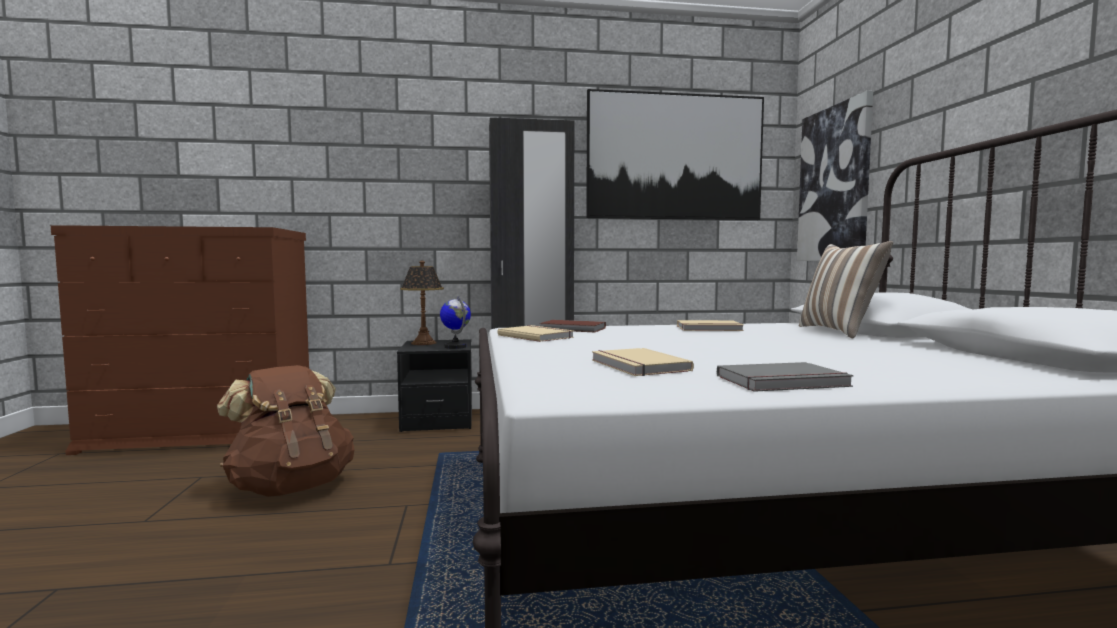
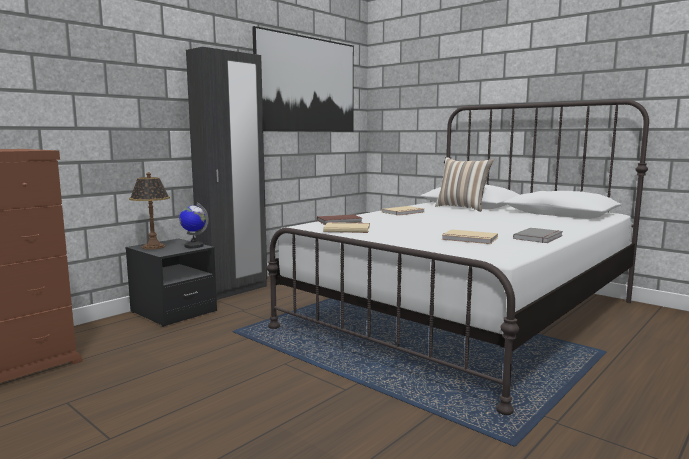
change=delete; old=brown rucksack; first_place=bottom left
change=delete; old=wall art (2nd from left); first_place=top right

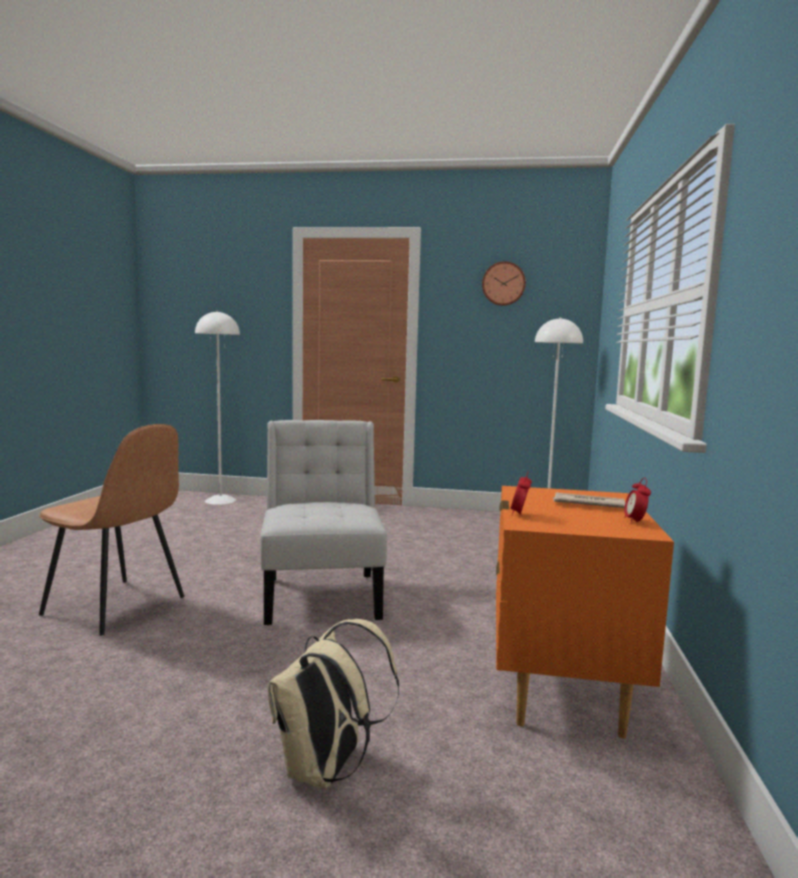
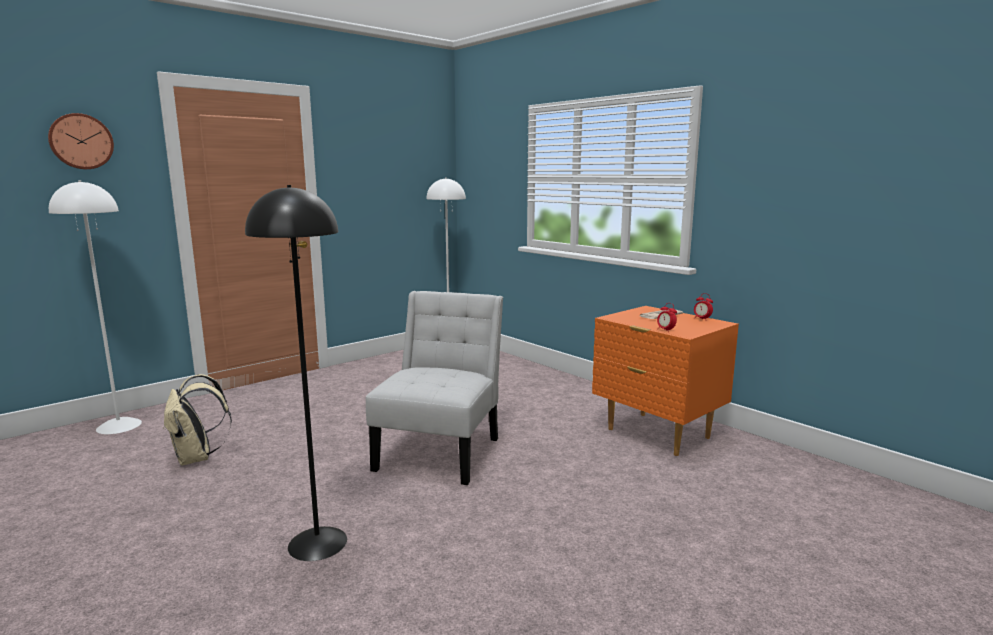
change=replace; old=brown plain chair; new=black-coloured standing lamp; first_place=middle left; second_place=middle left
change=rotate; old=white-coloured plain chair; first_place=centre; second_place=centre; degrees=75
change=move; old=beige-coloured rucksack; first_place=bottom centre; second_place=middle left
change=move; old=hanging clock; first_place=top centre; second_place=top left

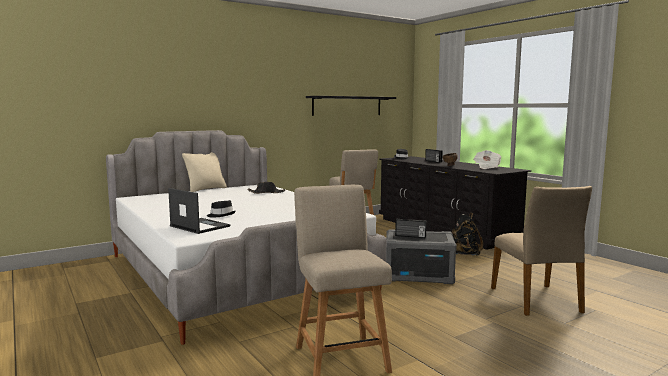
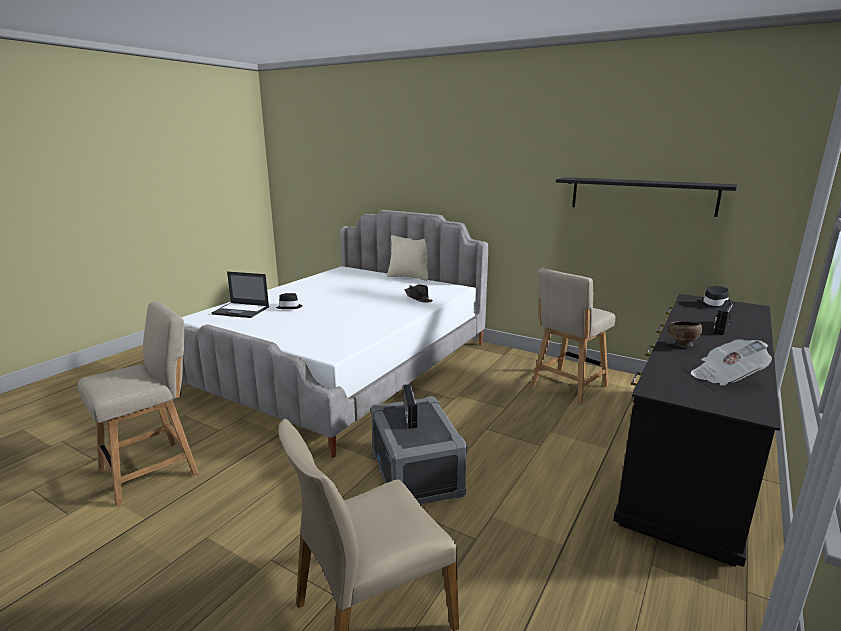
change=rotate; old=portable computer; first_place=middle left; second_place=middle left; degrees=90
change=delete; old=black-coloured rucksack; first_place=middle right

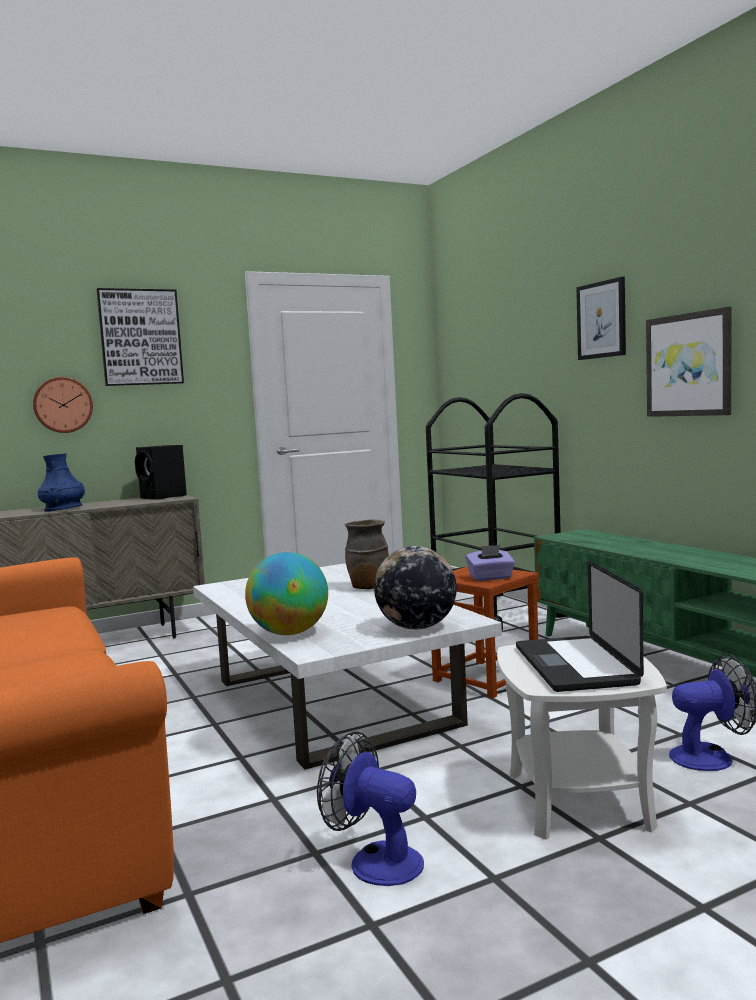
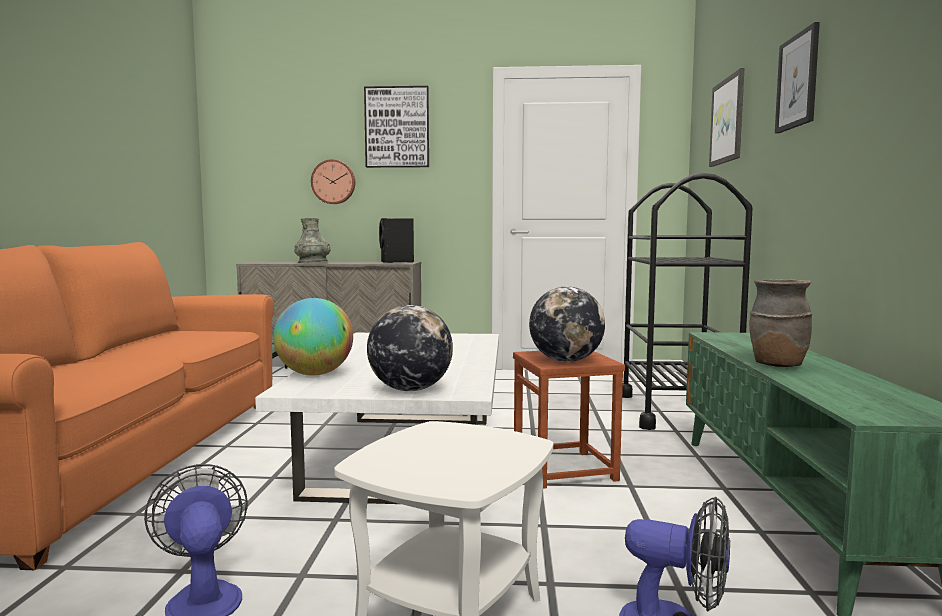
change=recolor; old=blue flower vase; new=greyish flower vase; first_place=middle left; second_place=middle left
change=move; old=brown flower vase; first_place=centre; second_place=middle right
change=replace; old=purple tissue holder; new=desk globe (3rd from left); first_place=centre; second_place=centre
change=delete; old=portable computer; first_place=middle right
change=move; old=wall art (3rd from left in the first image); new=wall art (2nd from left); first_place=middle right; second_place=top right

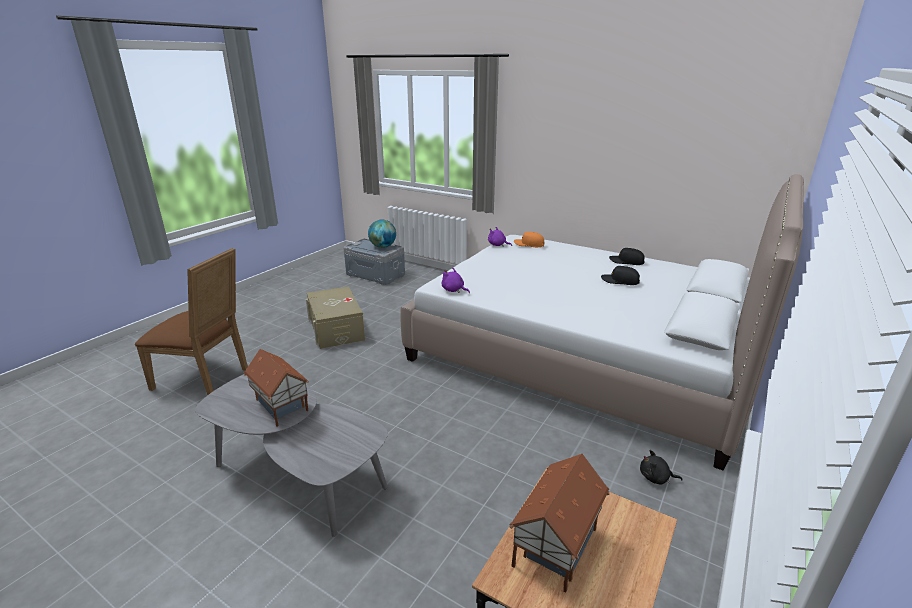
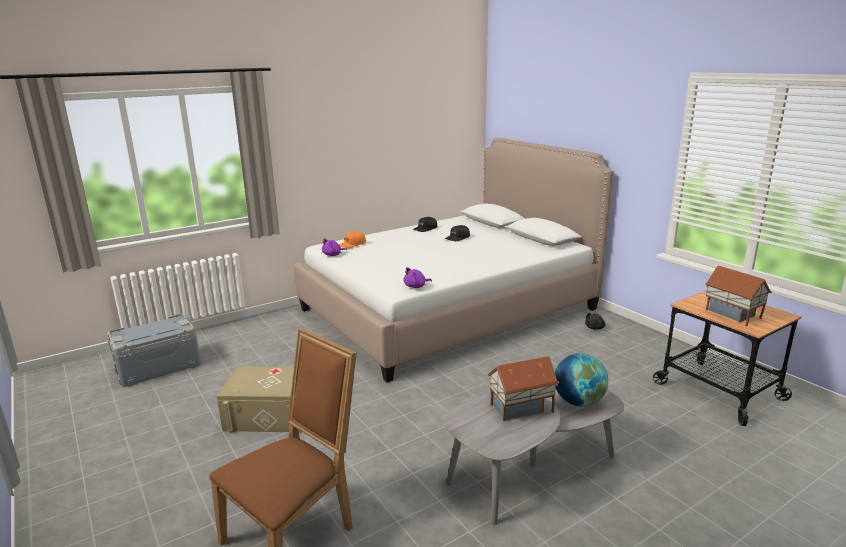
change=move; old=desk globe; first_place=centre; second_place=bottom right

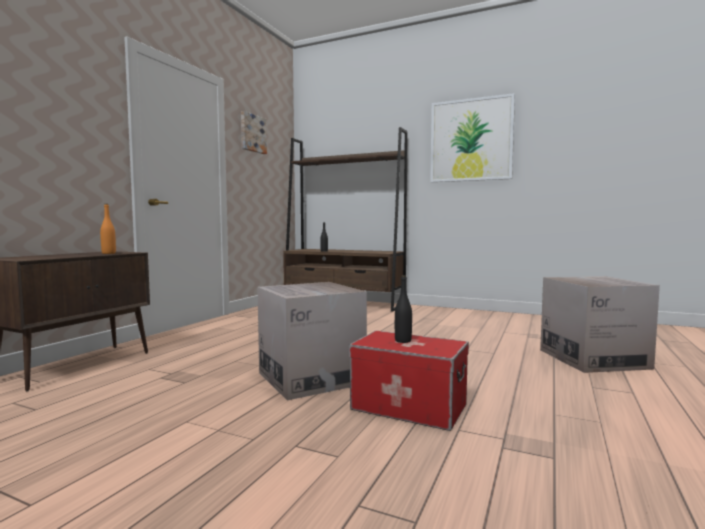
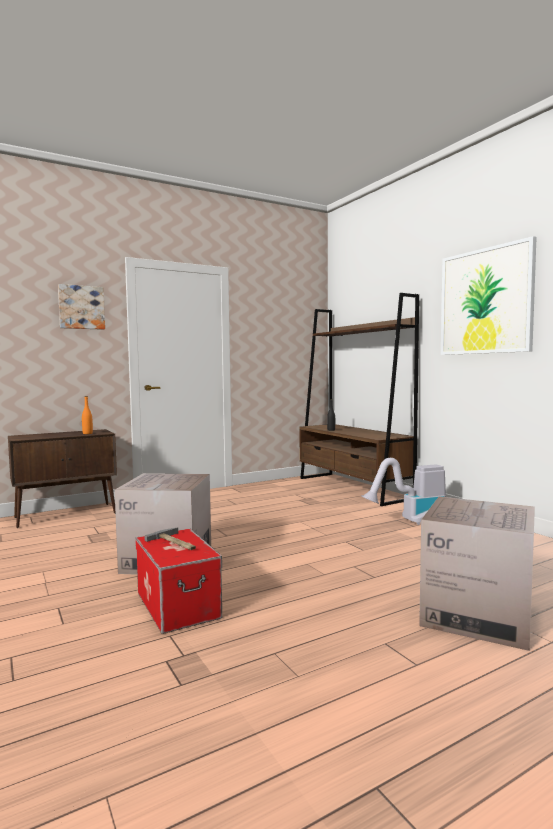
change=move; old=wall art (1st from left); first_place=top centre; second_place=middle left
change=replace; old=black-coloured beverage bottle (2nd from left); new=tool hammer; first_place=centre; second_place=middle left
change=insert; new=vacuum cleaner; second_place=middle right

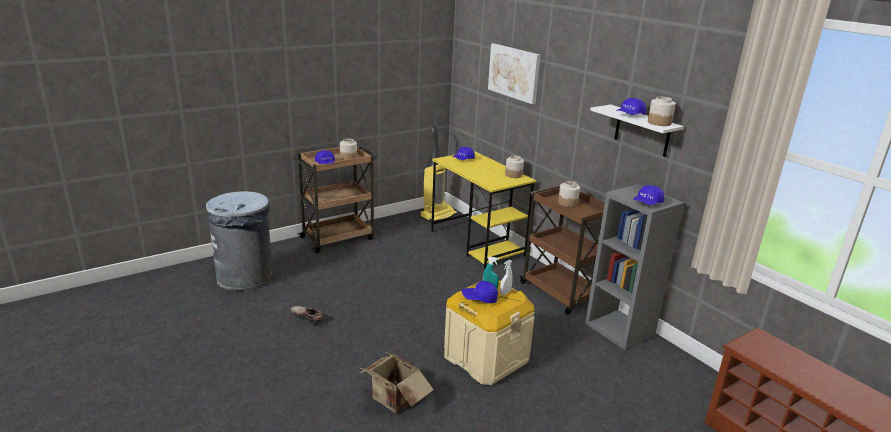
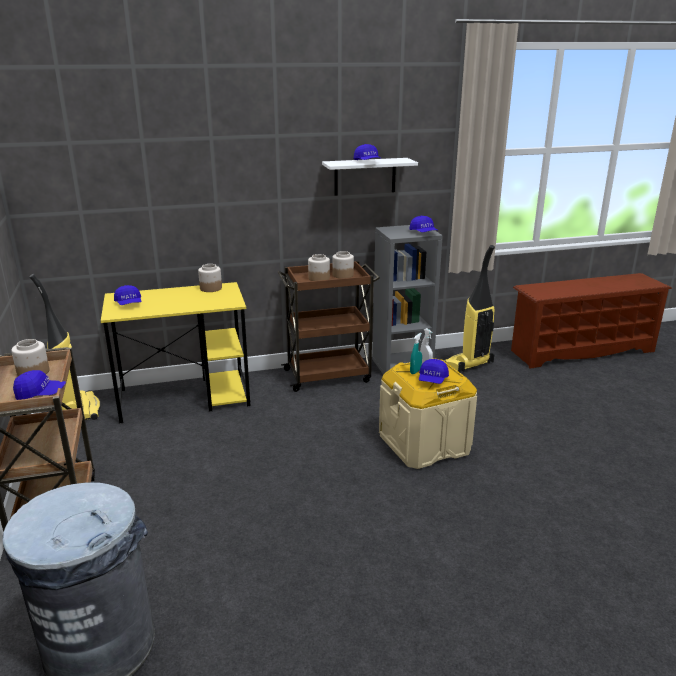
change=delete; old=item of footwear; first_place=bottom centre
change=delete; old=packing box; first_place=bottom centre
change=delete; old=wall art; first_place=top centre
change=move; old=preserve jar (4th from left); first_place=top right; second_place=centre
change=insert; new=vacuum cleaner (2nd from left); second_place=middle right

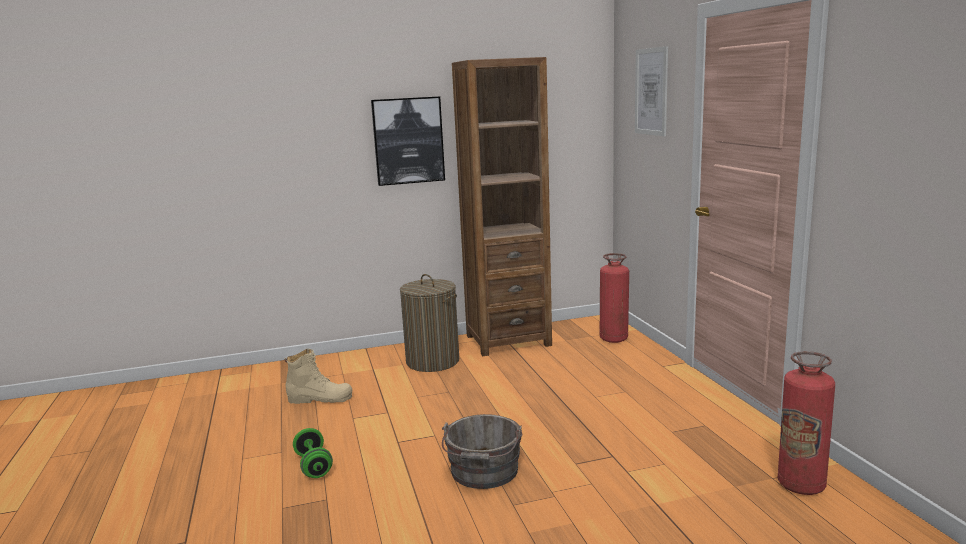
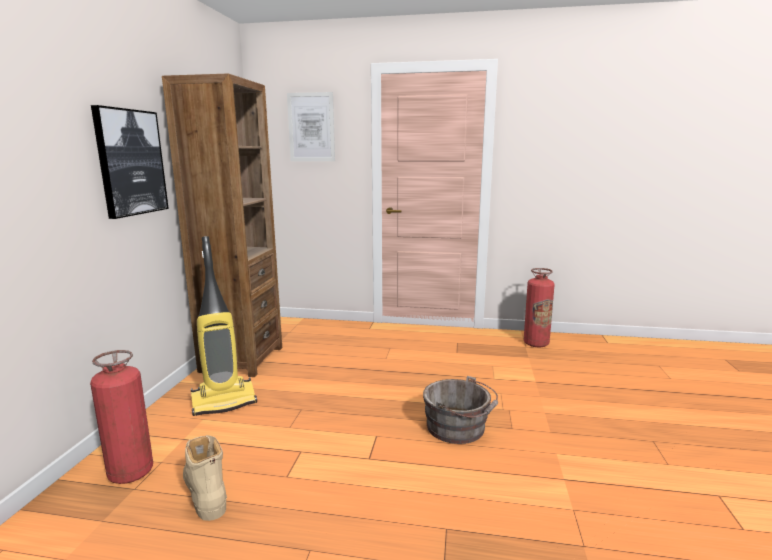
change=rotate; old=beige-coloured tall boot; first_place=bottom left; second_place=bottom left; degrees=-60
change=delete; old=greenish hand weight; first_place=bottom left
change=replace; old=washing basket; new=vacuum cleaner; first_place=centre; second_place=middle left
change=move; old=fire-fighting cylinder (1st from left); first_place=centre; second_place=bottom left

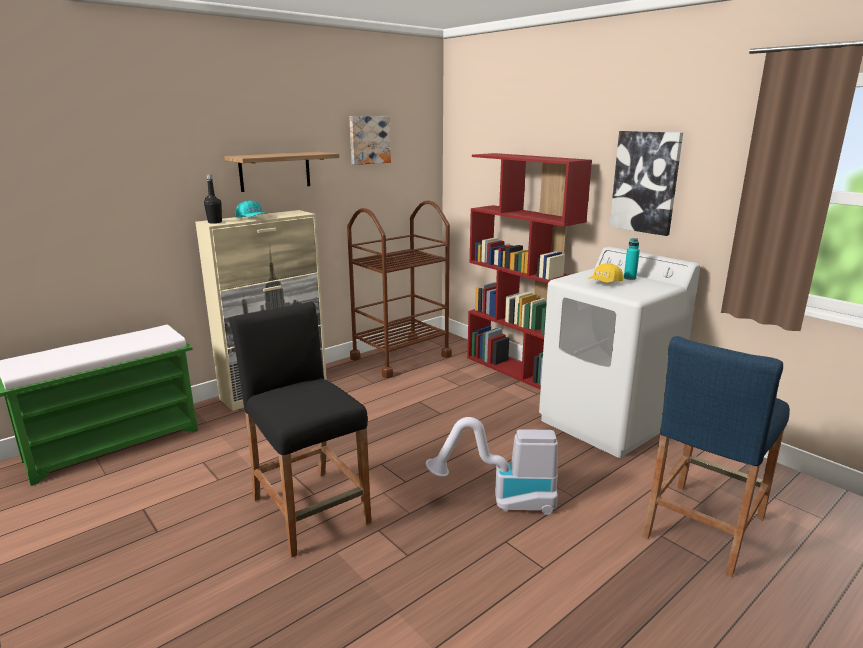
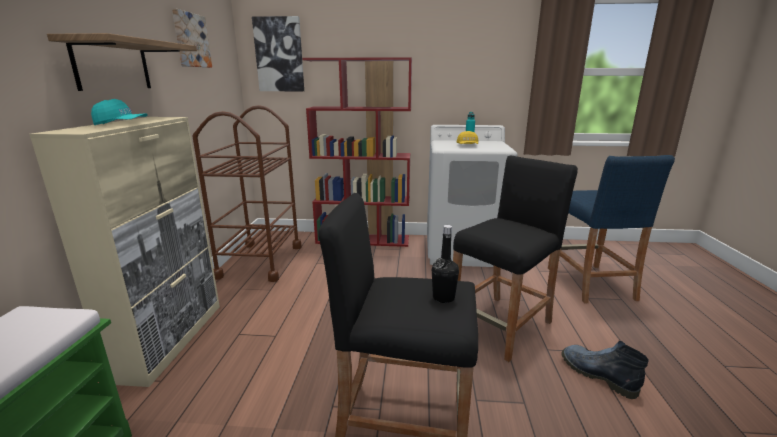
change=move; old=black-coloured beverage bottle; first_place=top left; second_place=centre
change=replace; old=vacuum cleaner; new=black-coloured stool (2nd from left); first_place=bottom centre; second_place=centre
change=move; old=wall art (2nd from left); first_place=top right; second_place=top centre
change=insert; new=tall boot; second_place=bottom right

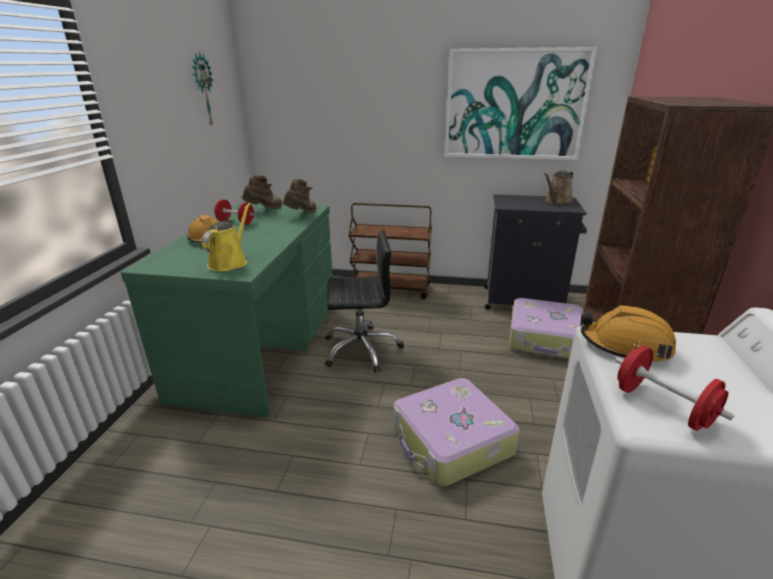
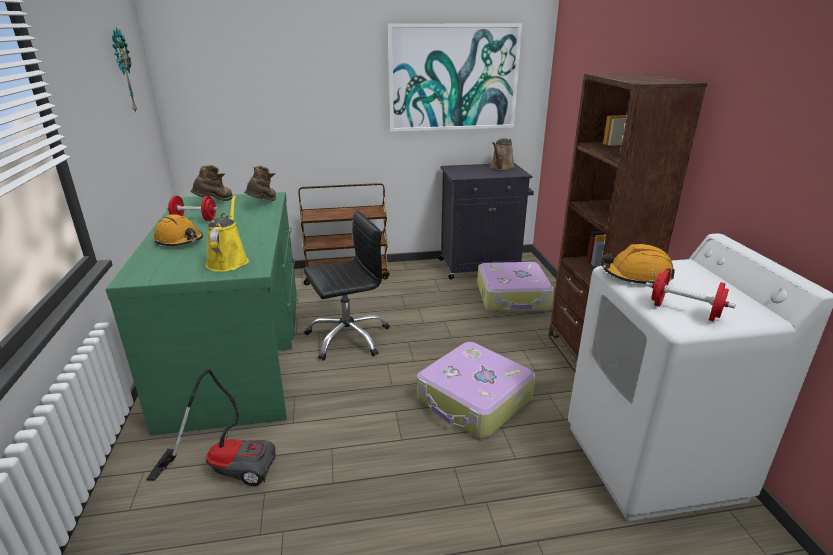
change=insert; new=vacuum cleaner; second_place=bottom left

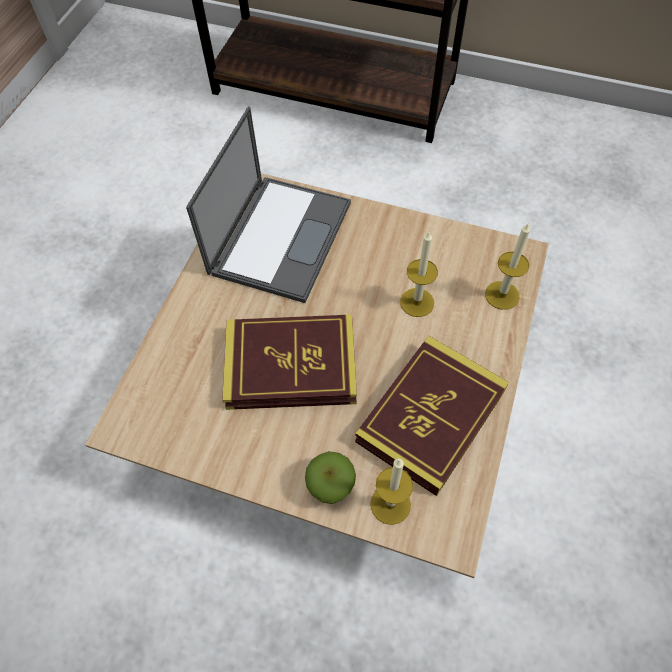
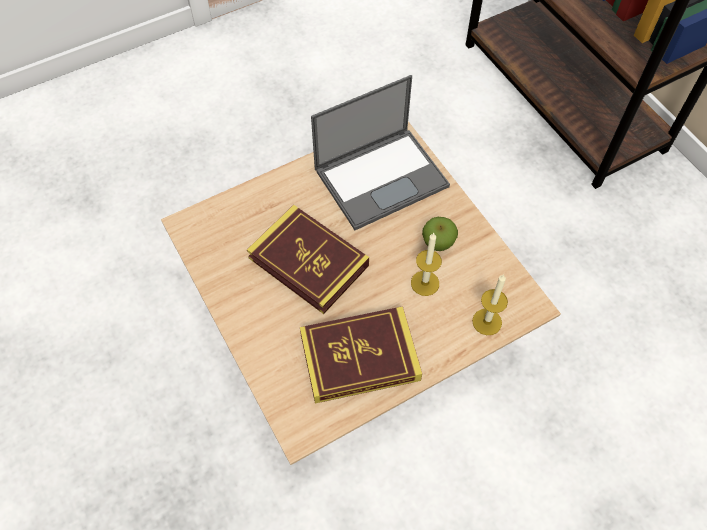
change=move; old=apple fruit; first_place=bottom centre; second_place=centre
change=delete; old=wax candle (1st from left); first_place=bottom centre

